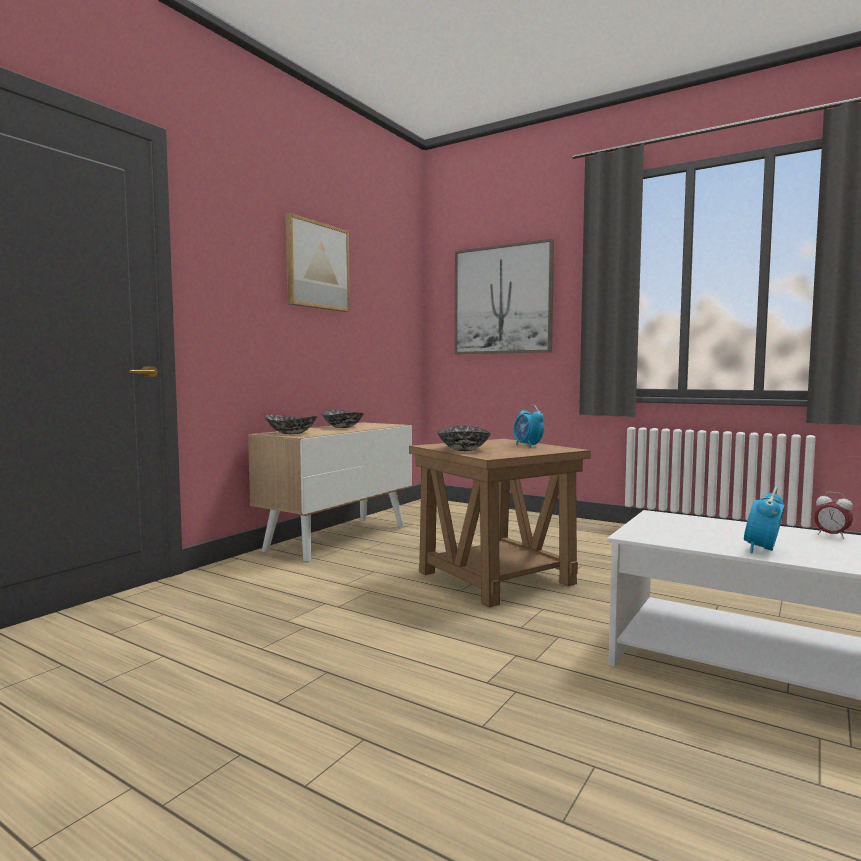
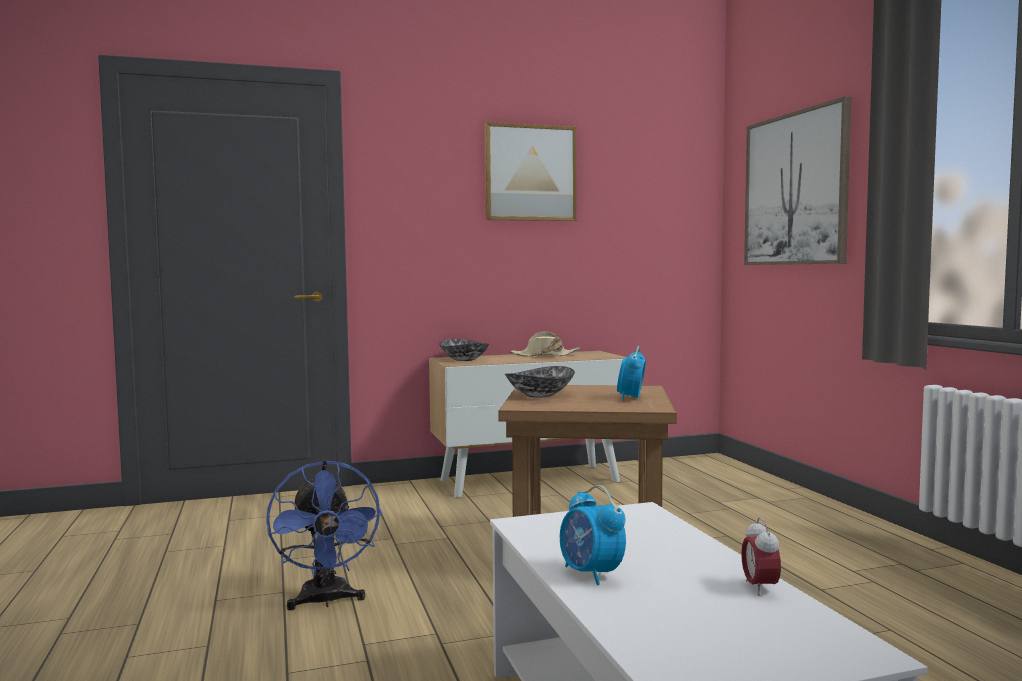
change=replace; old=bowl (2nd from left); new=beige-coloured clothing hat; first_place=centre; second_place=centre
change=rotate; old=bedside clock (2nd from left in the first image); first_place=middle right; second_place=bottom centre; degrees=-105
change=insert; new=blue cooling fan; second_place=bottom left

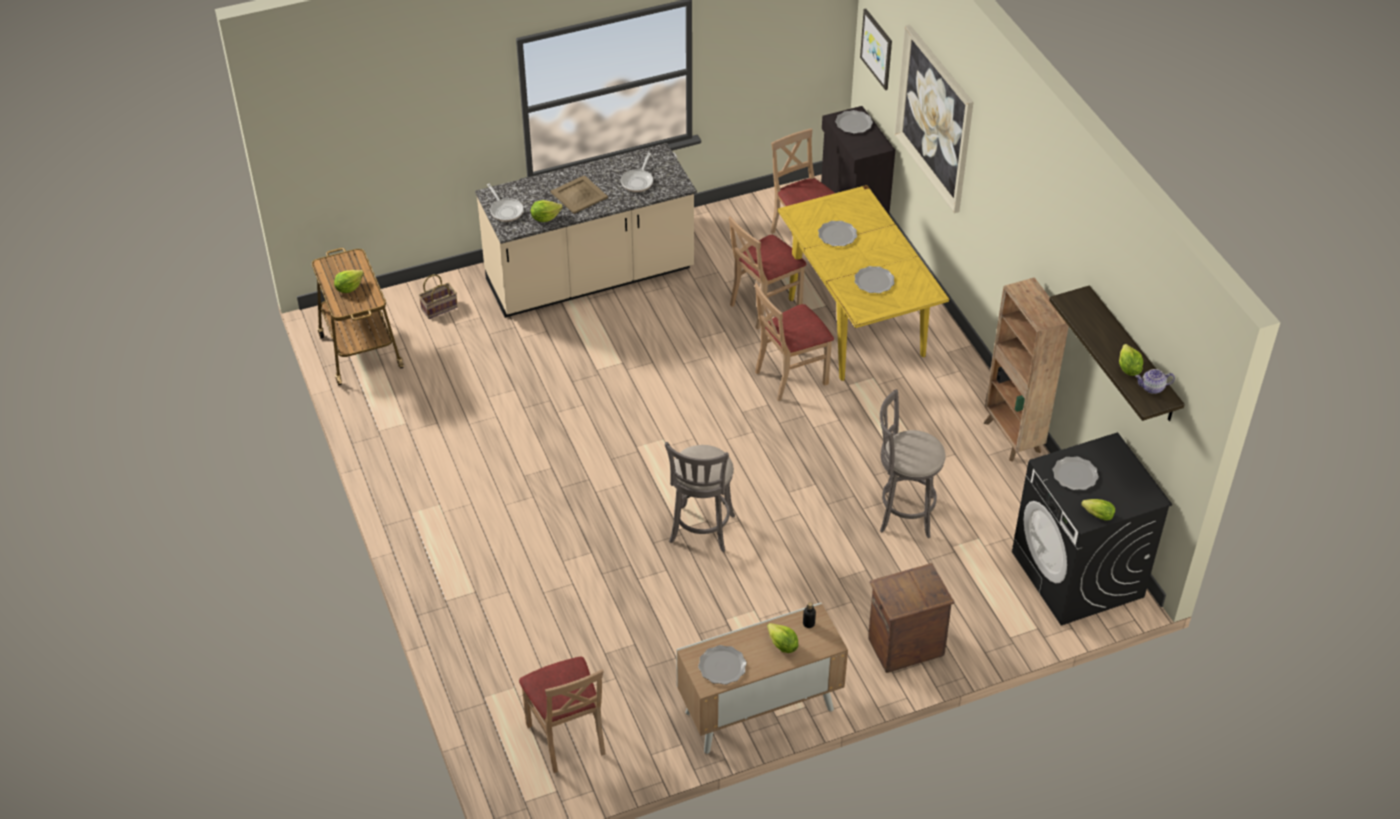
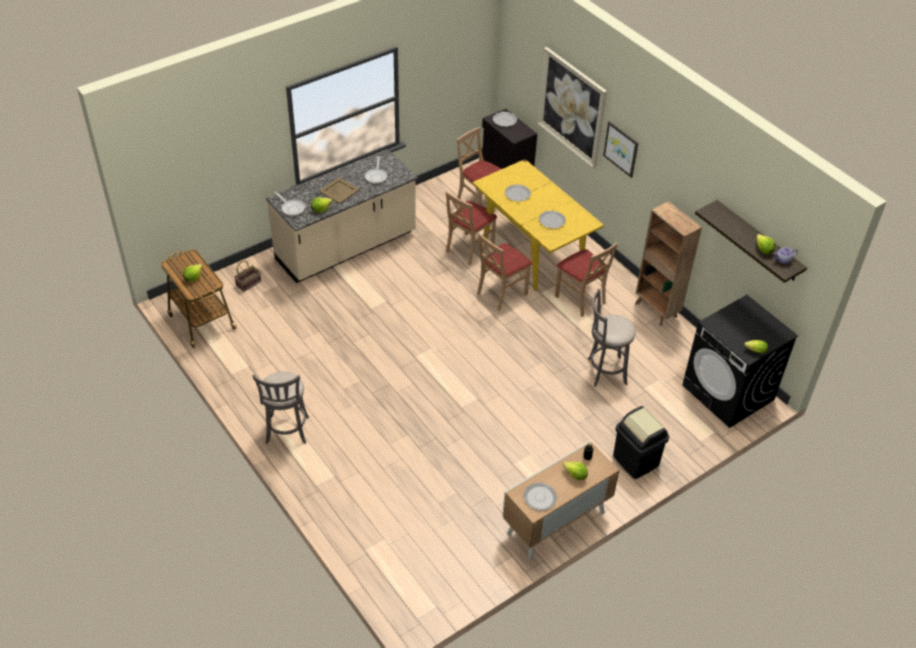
change=move; old=beige-coloured plain chair (1st from left in the first image); new=beige-coloured plain chair (4th from left); first_place=bottom centre; second_place=centre
change=move; old=greyish stool (1st from left); first_place=centre; second_place=middle left
change=move; old=wall art (1st from left in the first image); new=wall art (2nd from left); first_place=top centre; second_place=top right
change=replace; old=packing crate; new=black-coloured waste bin; first_place=bottom centre; second_place=bottom right
change=delete; old=flat dish (5th from left); first_place=middle right

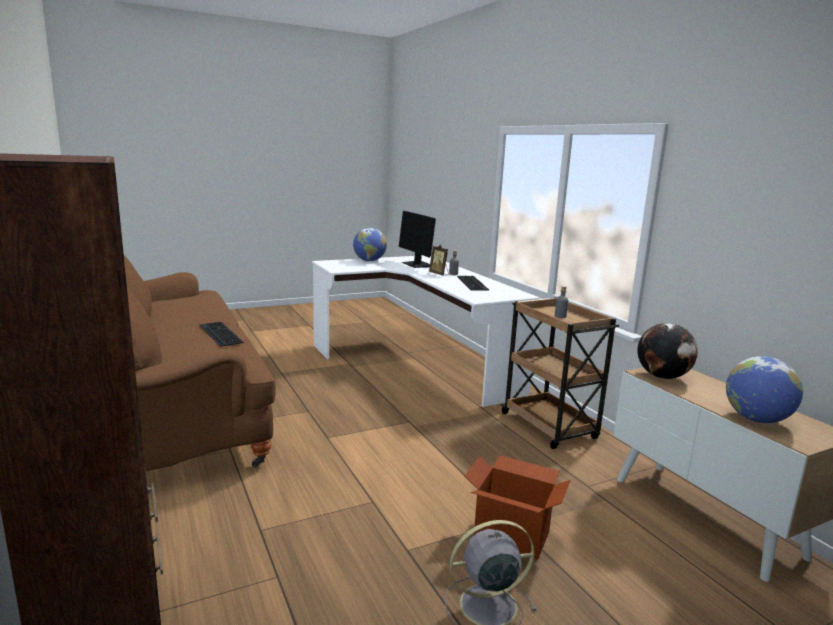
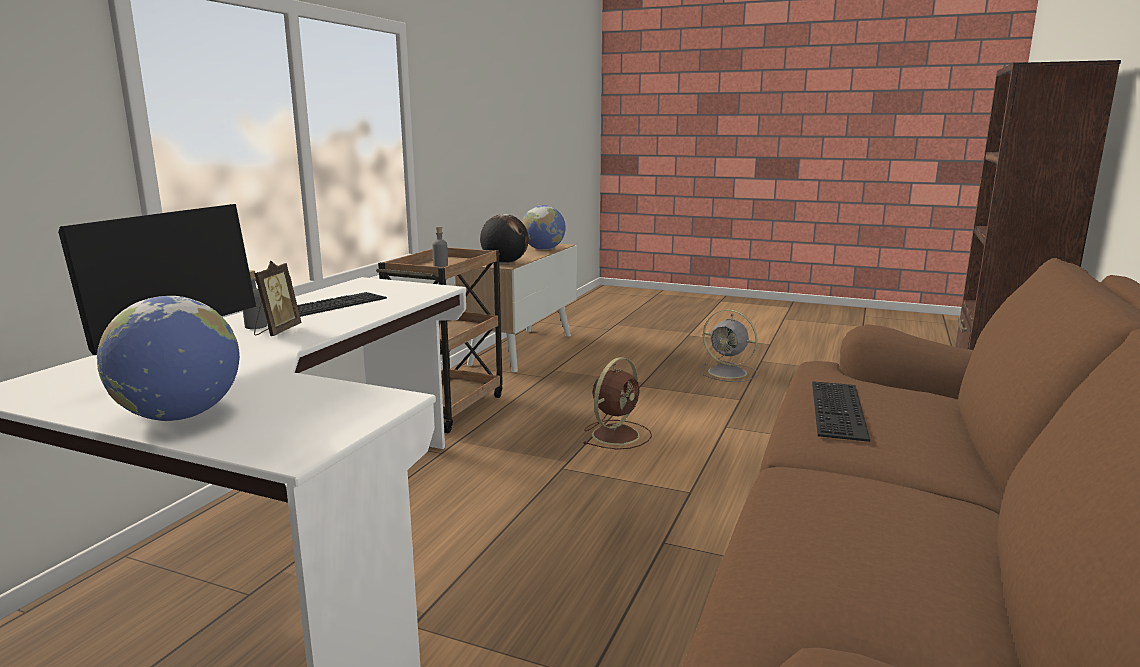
change=delete; old=packing box; first_place=bottom centre
change=insert; new=brown cooling fan; second_place=centre

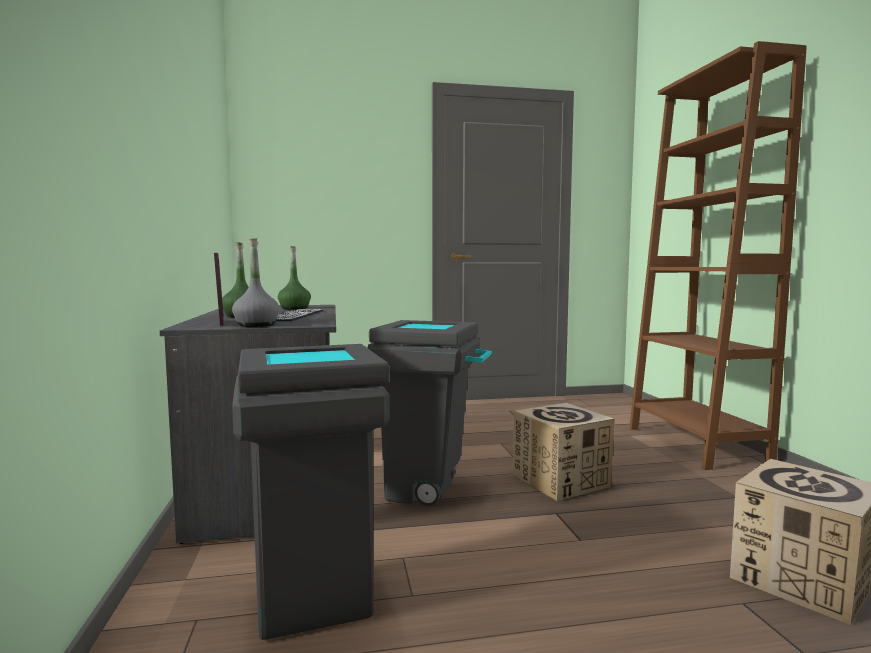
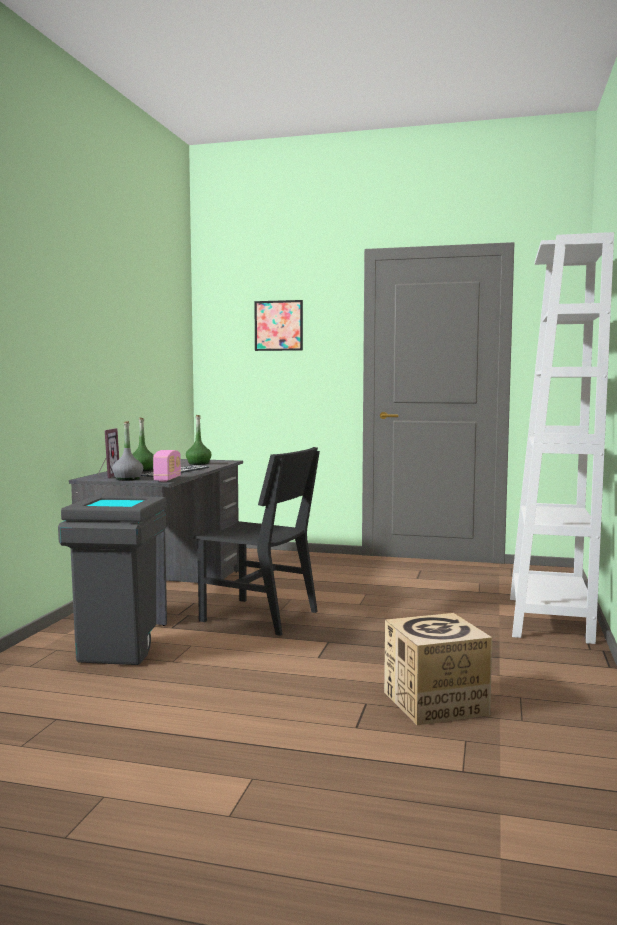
change=replace; old=greyish waste bin (2nd from left); new=black-coloured plain chair; first_place=centre; second_place=centre
change=delete; old=packing box (1st from left); first_place=bottom centre
change=recolor; old=brown shelving unit; new=white-coloured shelving unit; first_place=middle right; second_place=middle right
change=insert; new=radio set; second_place=middle left
change=insert; new=wall art; second_place=centre

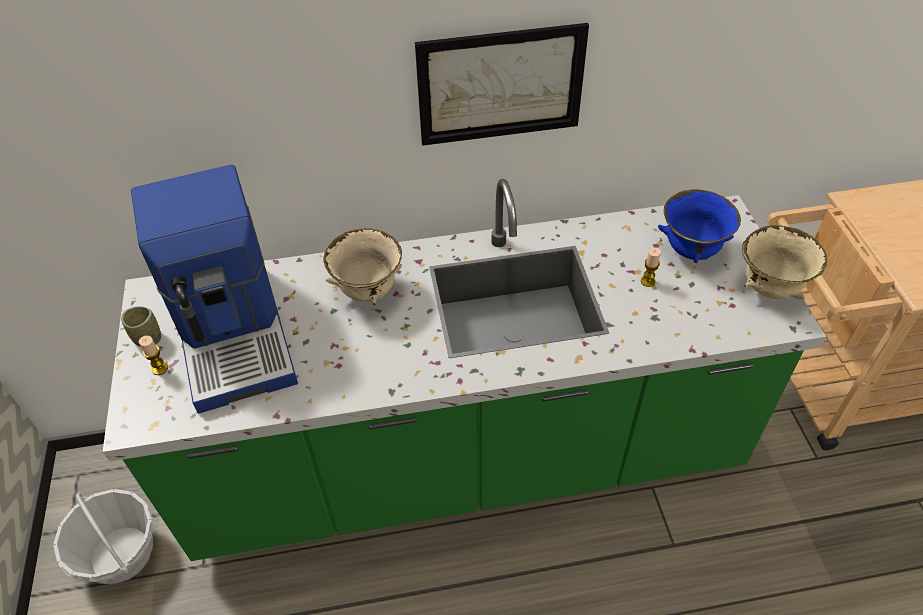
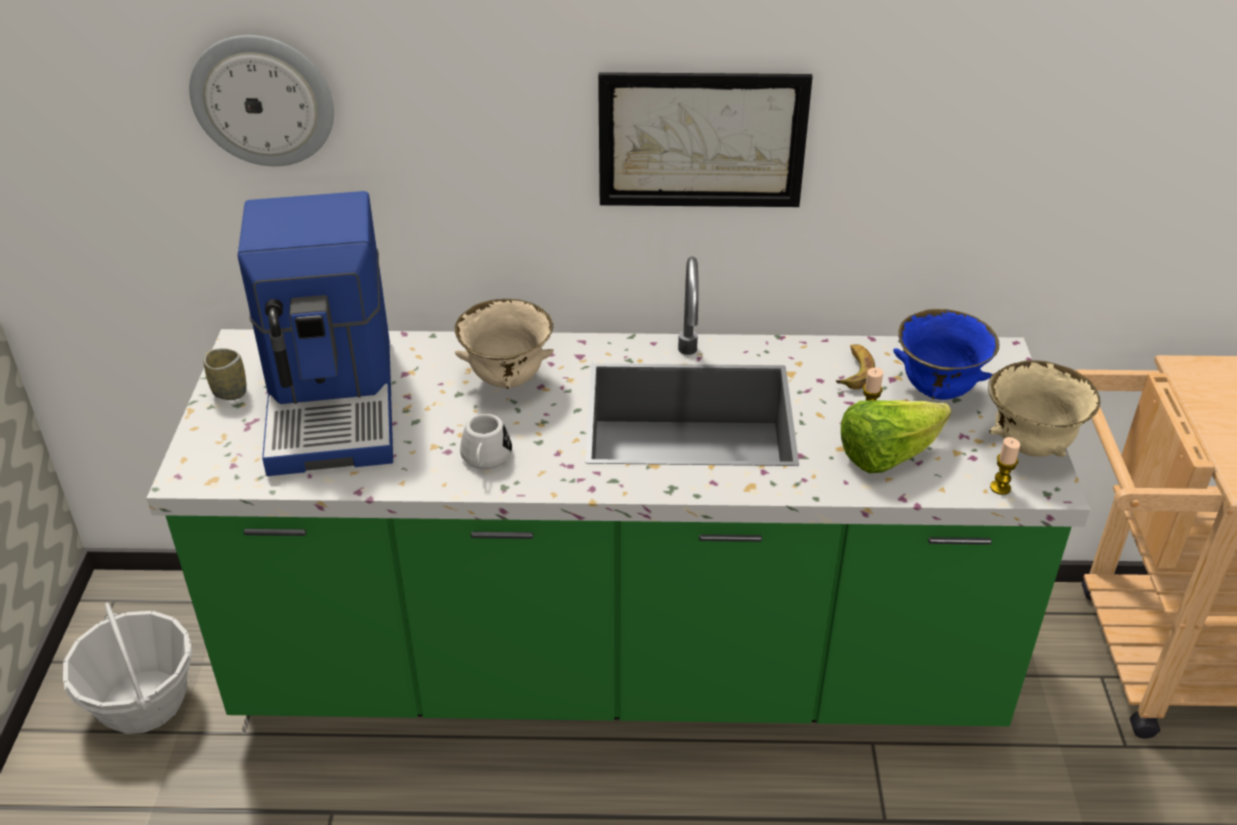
change=move; old=wax candle (1st from left in the first image); new=wax candle (2nd from left); first_place=middle left; second_place=middle right
change=insert; new=hanging clock; second_place=top left
change=insert; new=white-coloured mug; second_place=centre
change=insert; new=banana fruit; second_place=middle right
change=insert; new=lettuce; second_place=middle right

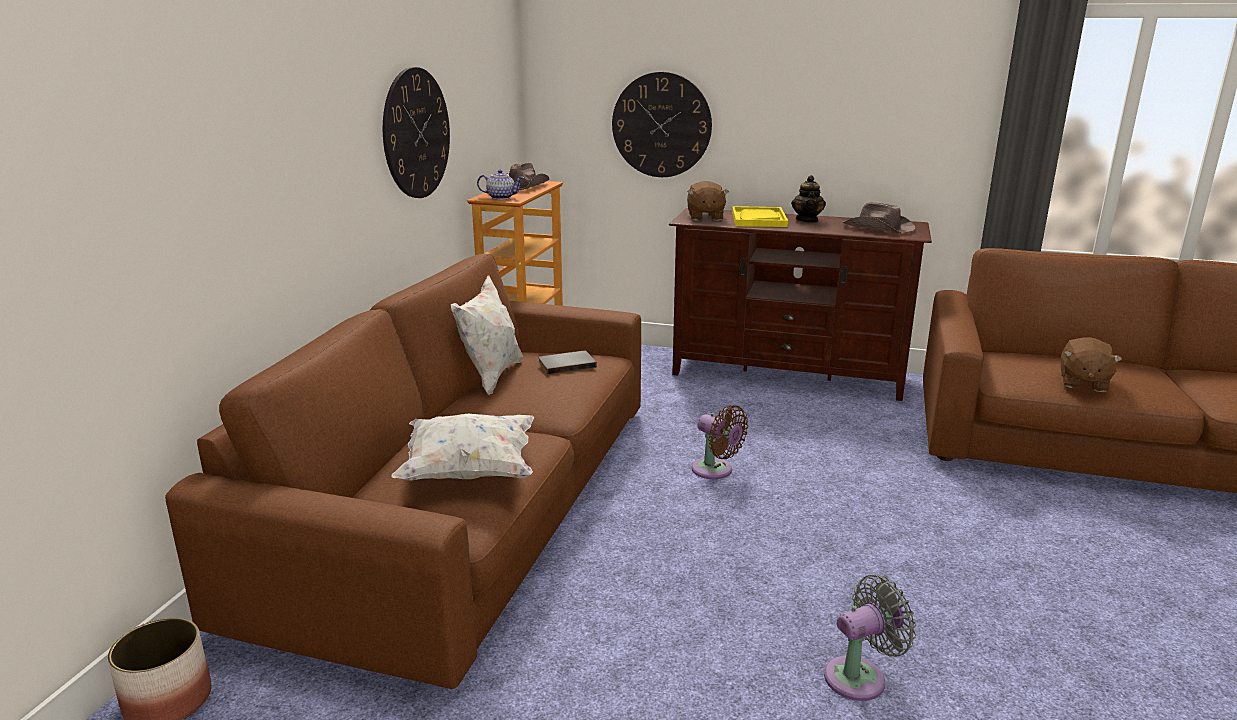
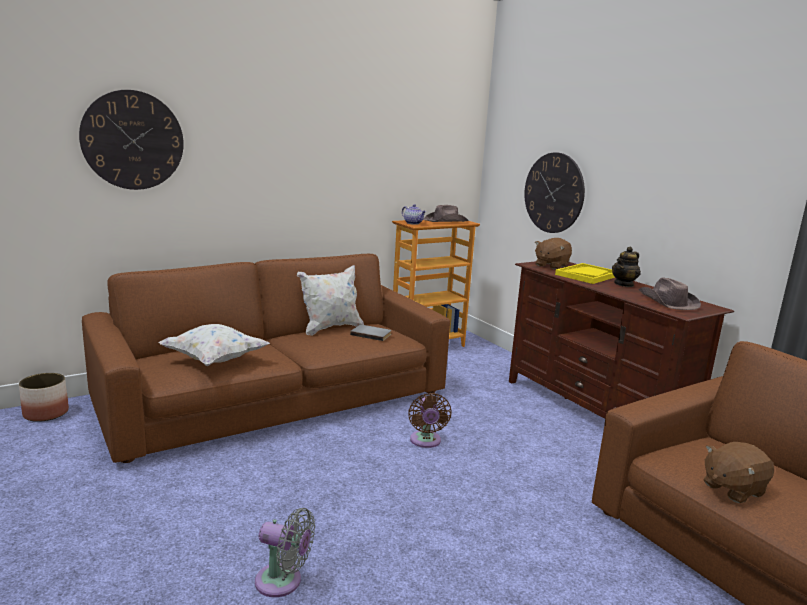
change=move; old=hanging clock (1st from left); first_place=top centre; second_place=top left

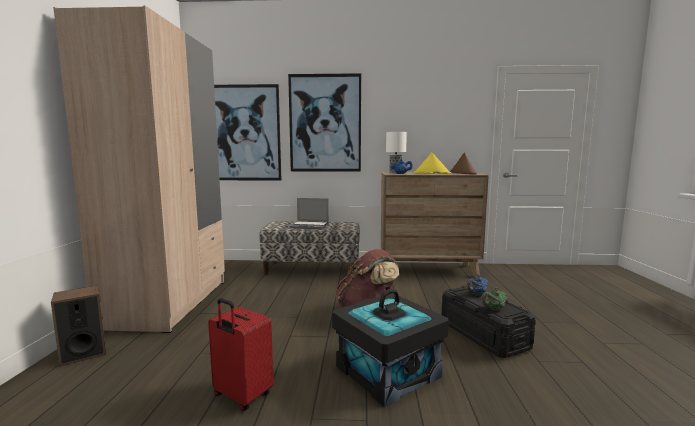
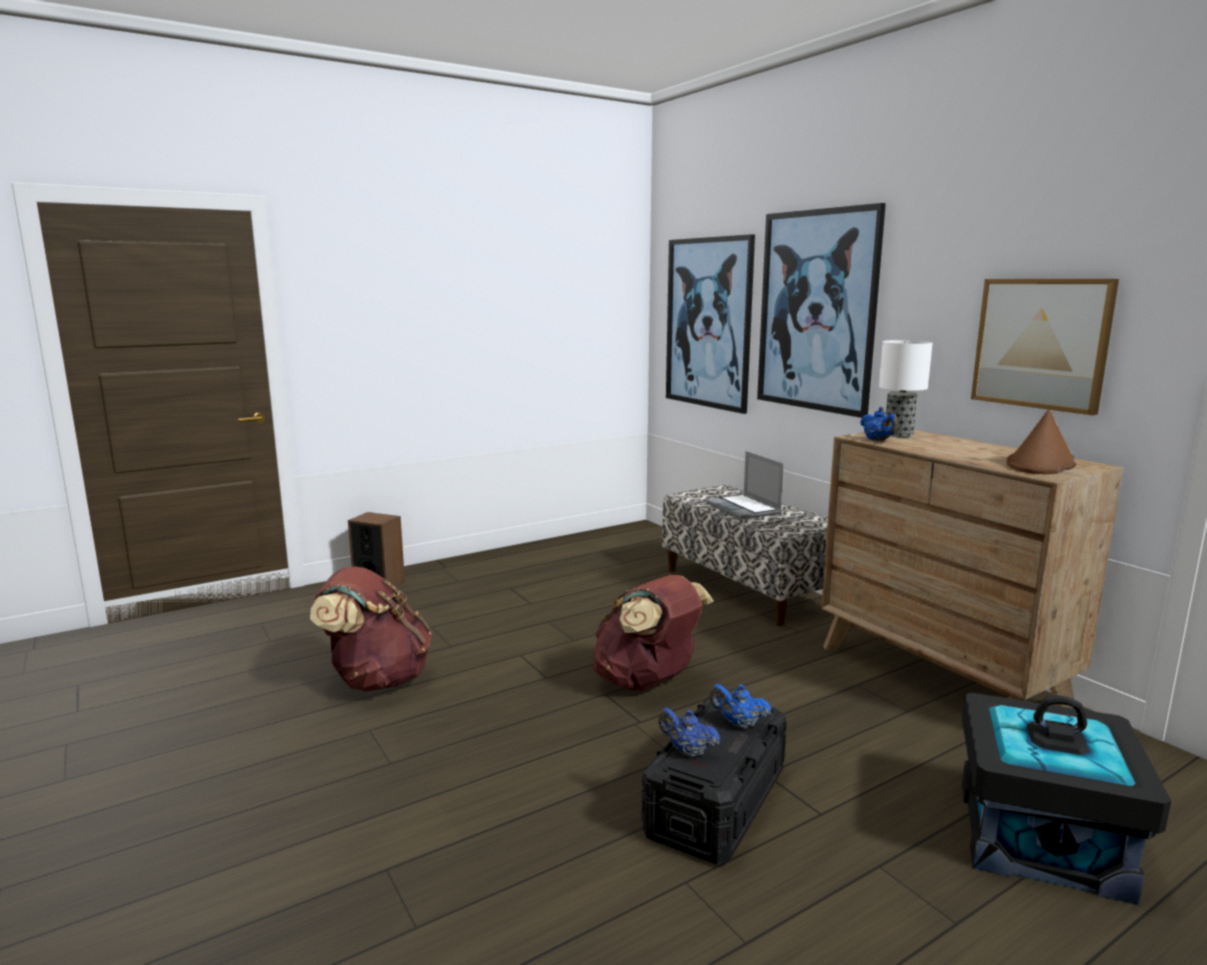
change=delete; old=beige-coloured clothes cupboard; first_place=middle left
change=replace; old=red suitcase; new=brown rucksack (1st from left); first_place=bottom centre; second_place=middle left
change=move; old=black-coloured storage container (1st from left in the first image); new=black-coloured storage container (2nd from left); first_place=bottom centre; second_place=bottom right
change=delete; old=yellowish clothing hat; first_place=centre
change=recolor; old=greenish pot for tea; new=blue pot for tea (1st from left); first_place=bottom right; second_place=bottom centre
change=insert; new=wall art (3rd from left); second_place=middle right

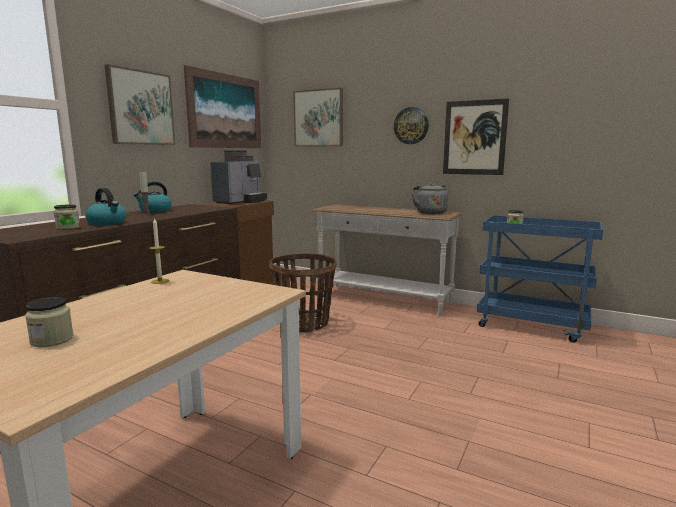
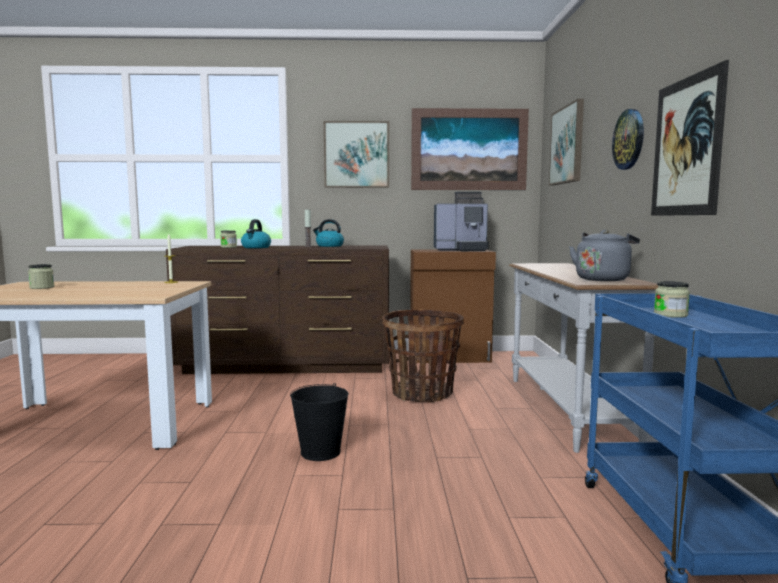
change=insert; new=black-coloured water bucket; second_place=bottom centre

